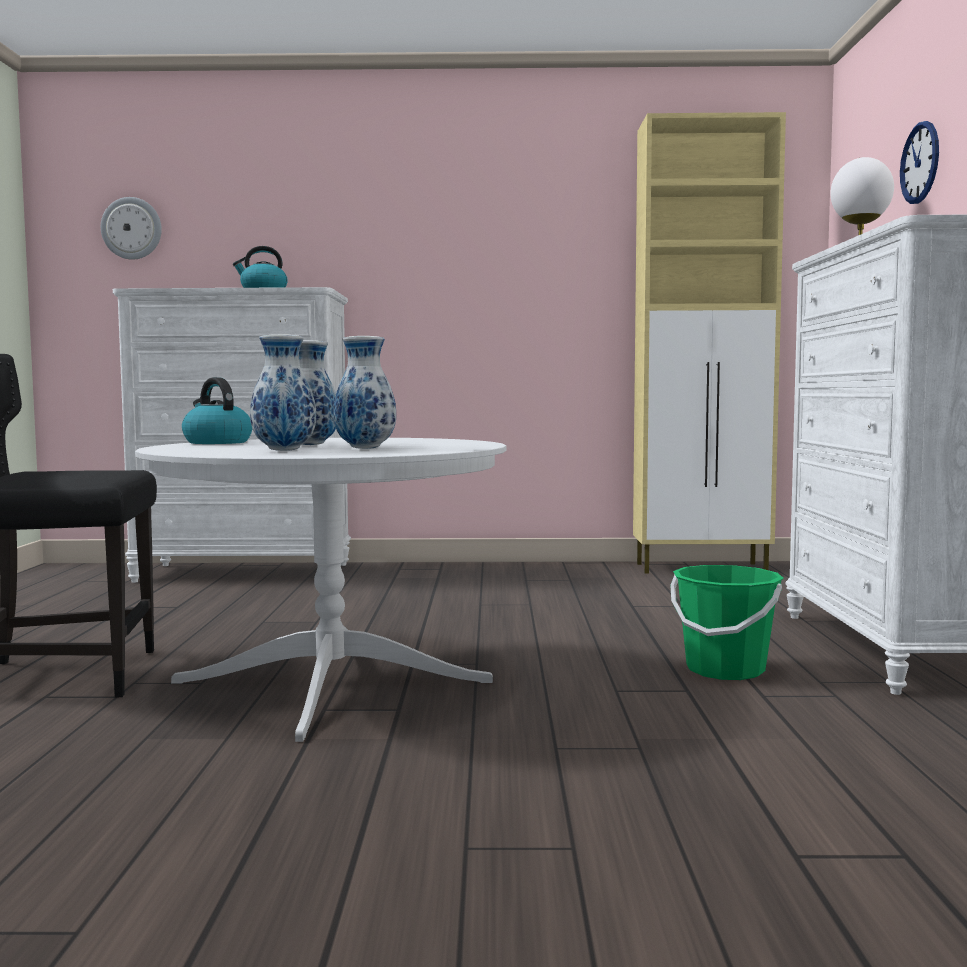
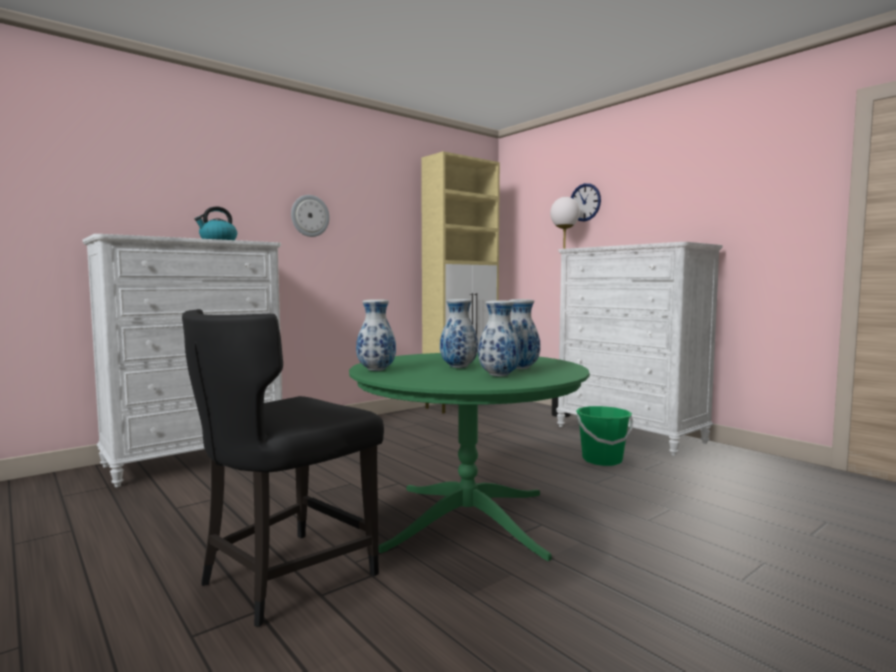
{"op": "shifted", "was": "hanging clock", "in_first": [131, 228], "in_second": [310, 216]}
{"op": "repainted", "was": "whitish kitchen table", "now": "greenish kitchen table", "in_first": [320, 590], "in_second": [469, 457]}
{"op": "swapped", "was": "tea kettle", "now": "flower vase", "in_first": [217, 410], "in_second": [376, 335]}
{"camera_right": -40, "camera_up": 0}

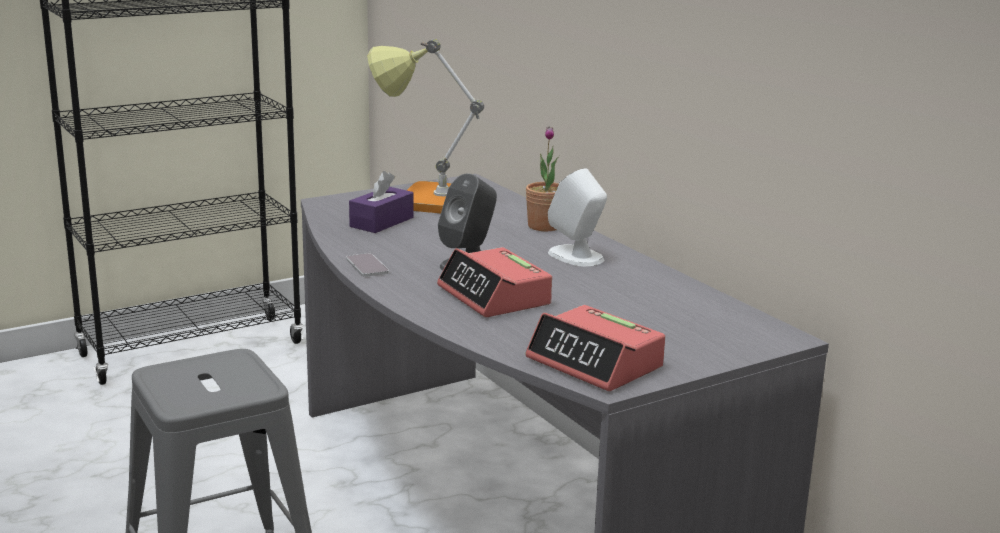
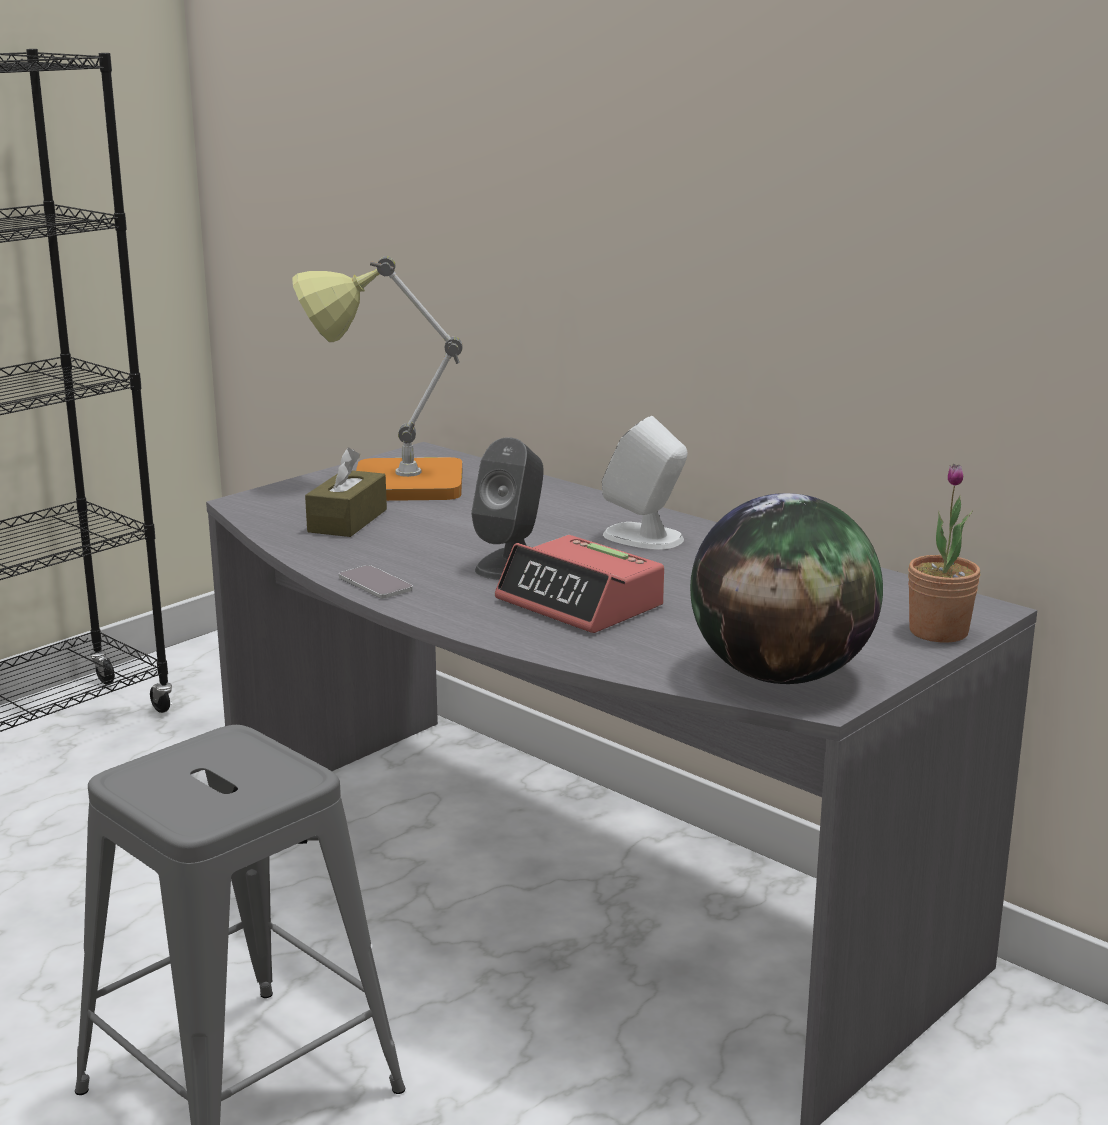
{"op": "repainted", "was": "purplish box of tissues", "now": "brownish box of tissues", "in_first": [381, 202], "in_second": [346, 492]}
{"op": "swapped", "was": "bedside clock", "now": "globe", "in_first": [595, 348], "in_second": [786, 588]}
{"op": "shifted", "was": "potted plant", "in_first": [542, 179], "in_second": [944, 553]}
{"camera_right": -15, "camera_up": 0}

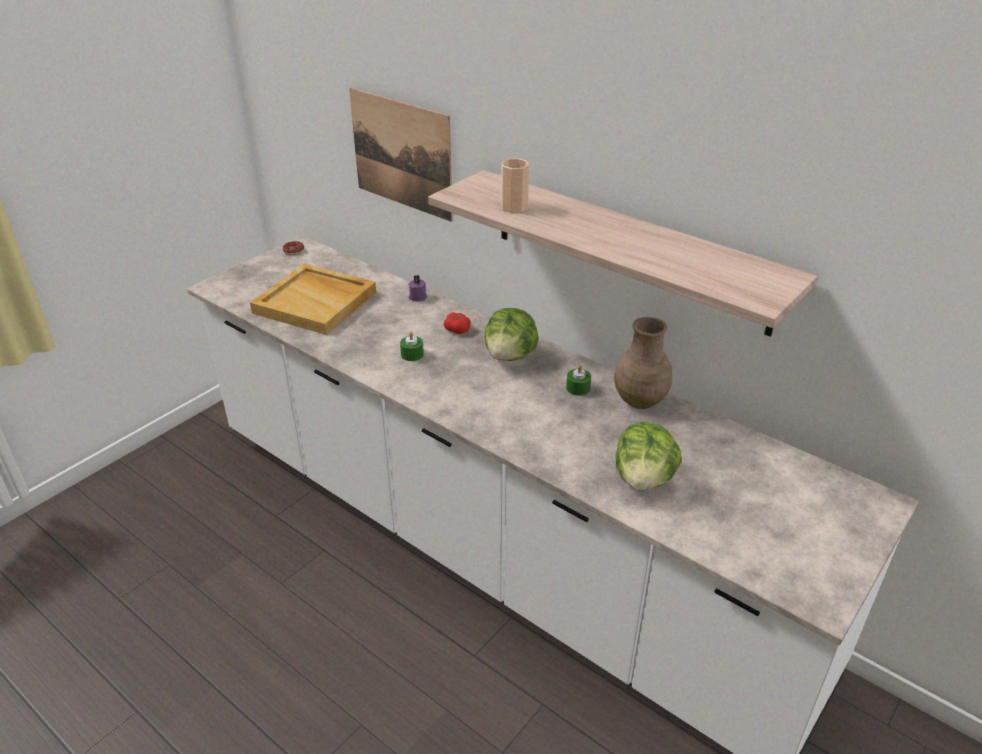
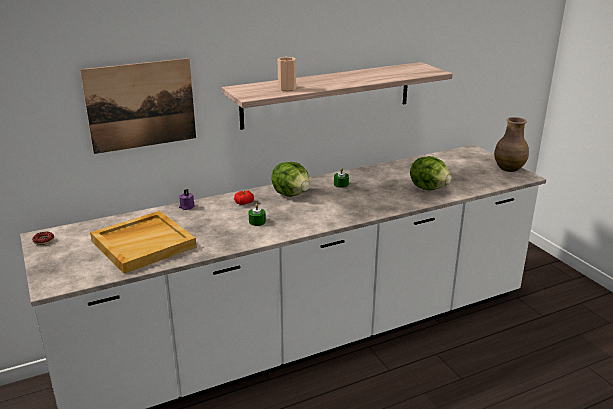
{"op": "shifted", "was": "brownish flower vase", "in_first": [643, 363], "in_second": [511, 144]}
{"camera_right": -65, "camera_up": -10}

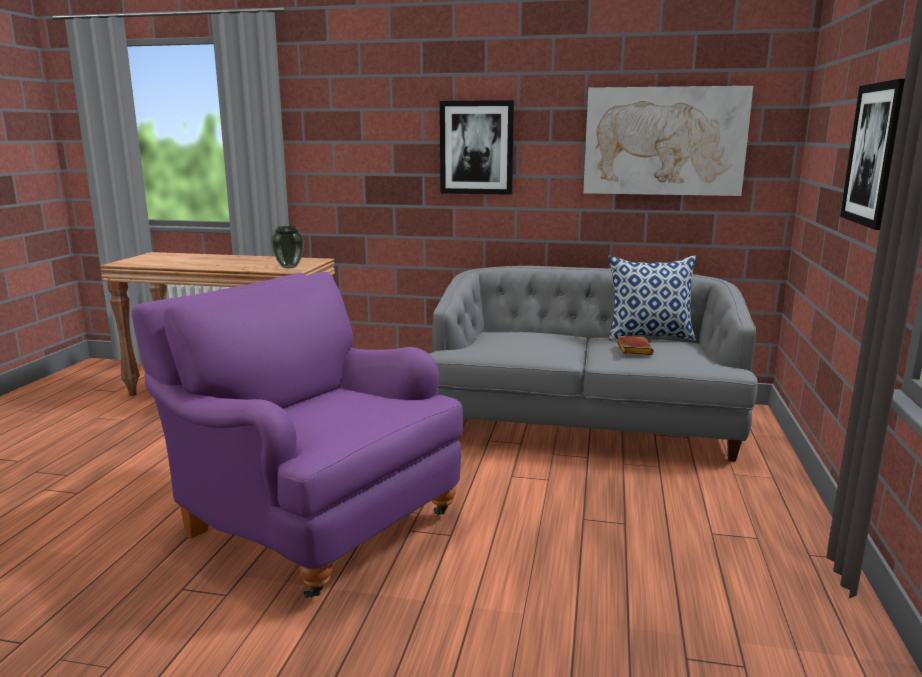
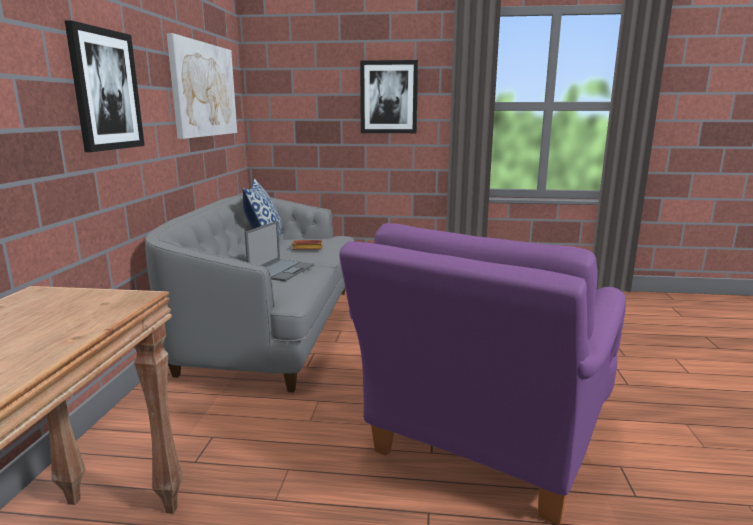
{"op": "new", "now": "laptop", "in_second": [279, 251]}
{"op": "gone", "was": "flower vase", "in_first": [287, 247]}
{"camera_right": -95, "camera_up": 0}

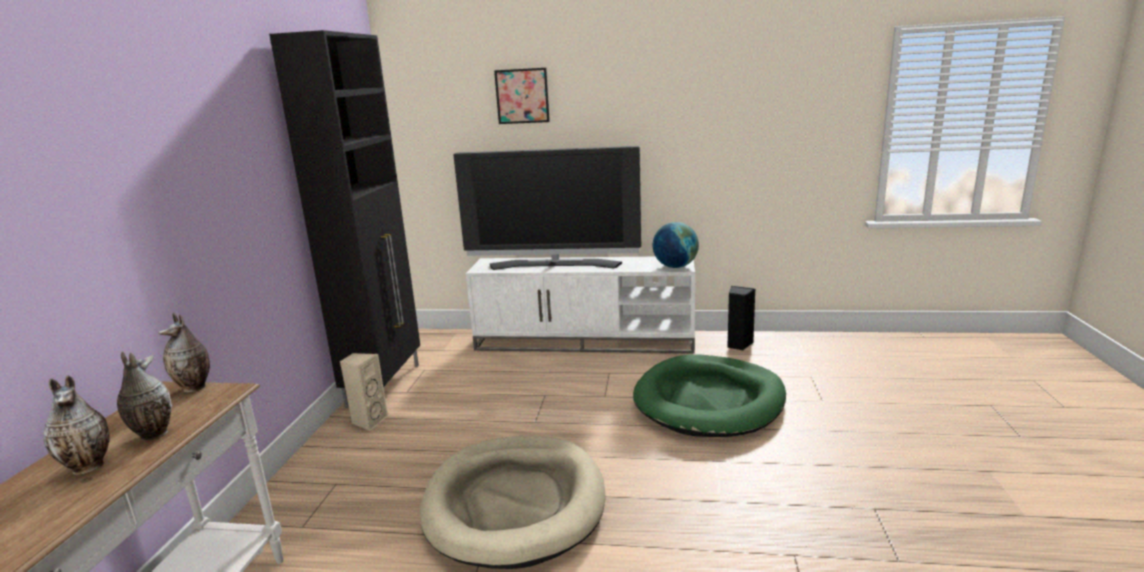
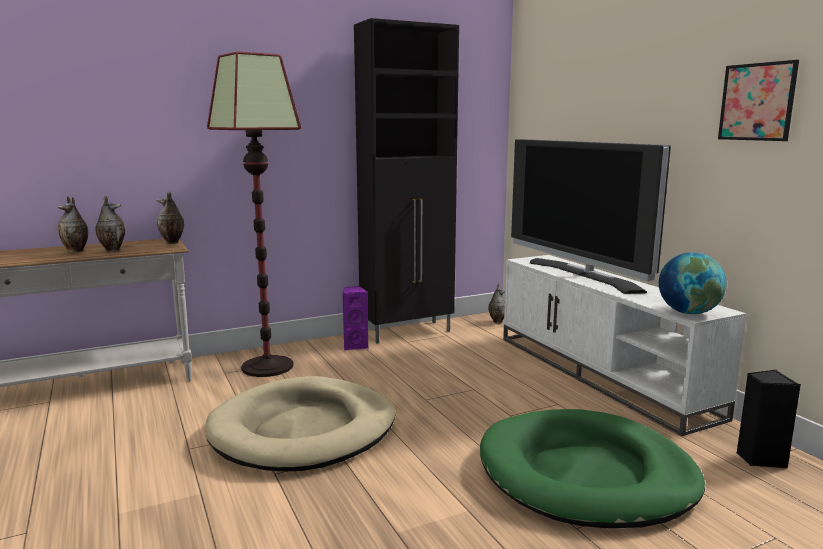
{"op": "new", "now": "floor lamp", "in_second": [254, 214]}
{"op": "repainted", "was": "beige speaker", "now": "purplish speaker", "in_first": [364, 392], "in_second": [356, 318]}
{"op": "new", "now": "flower vase", "in_second": [496, 303]}
{"op": "shifted", "was": "picture", "in_first": [522, 96], "in_second": [758, 100]}
{"camera_right": 55, "camera_up": -5}

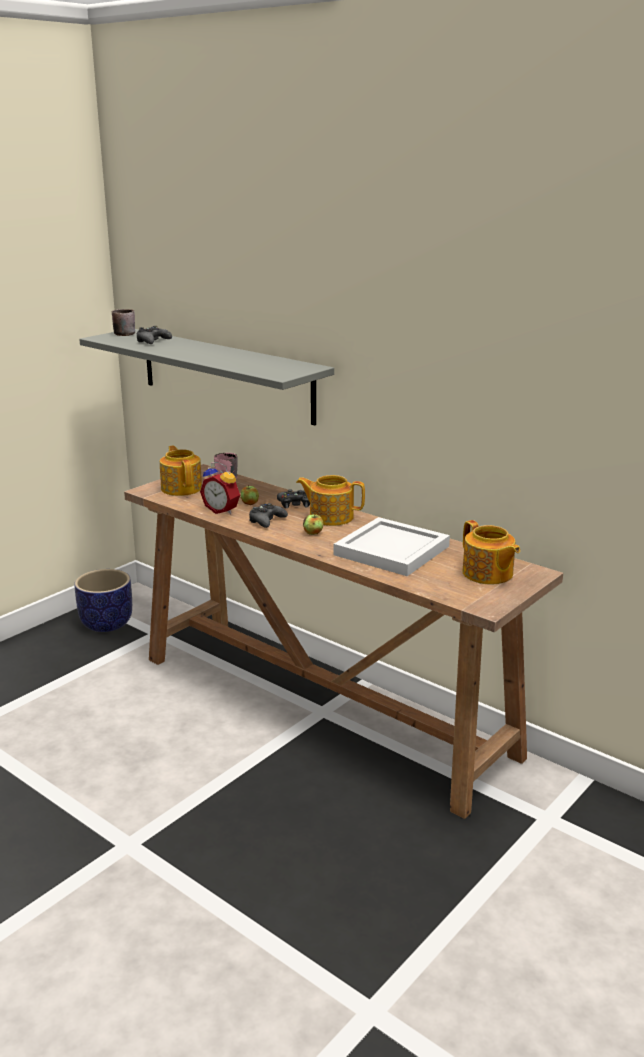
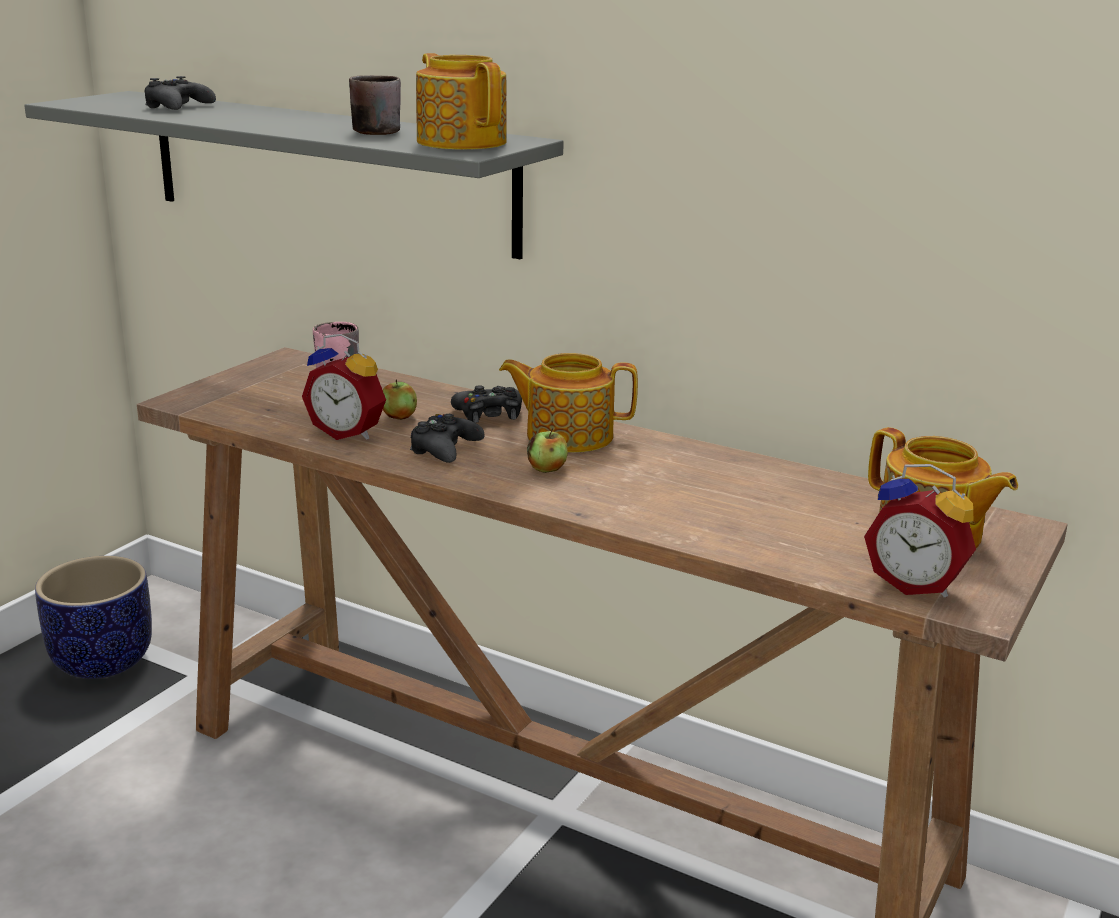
{"op": "shifted", "was": "brownish mug", "in_first": [123, 322], "in_second": [375, 105]}
{"op": "shifted", "was": "teapot", "in_first": [181, 471], "in_second": [461, 101]}
{"op": "new", "now": "bedside clock", "in_second": [920, 530]}
{"op": "gone", "was": "whitish carrying tray", "in_first": [391, 546]}
{"camera_right": -10, "camera_up": 0}

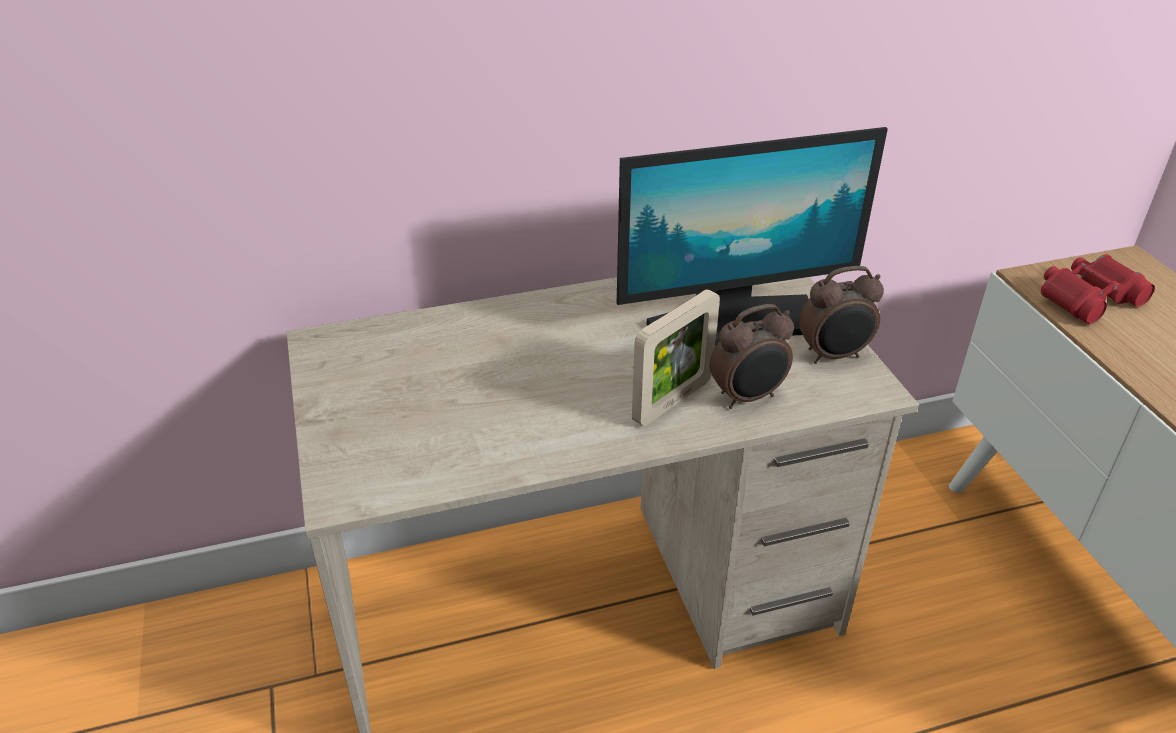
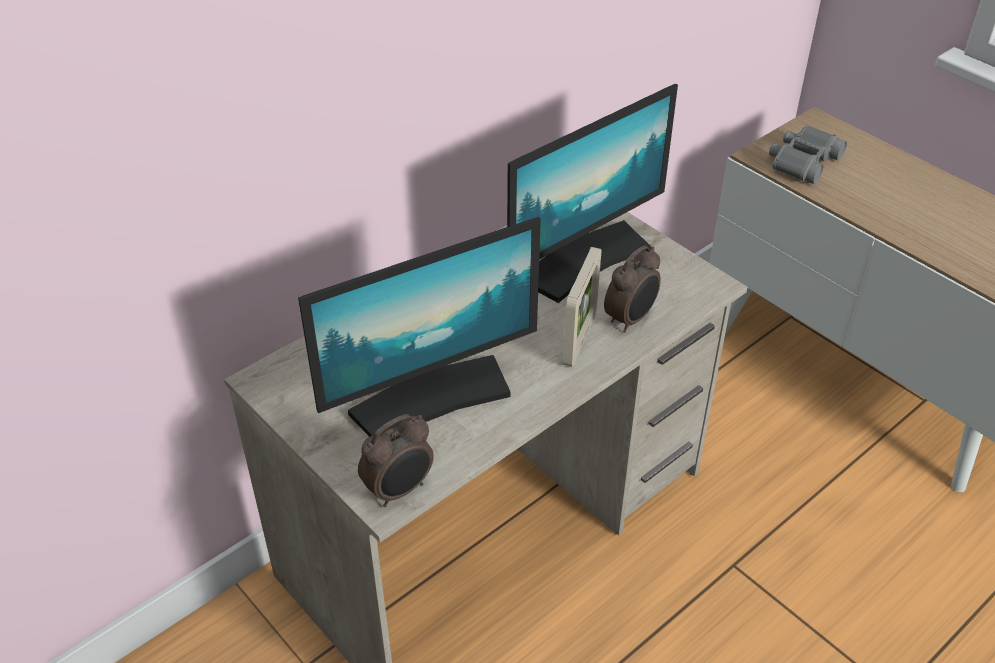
{"op": "new", "now": "computer display", "in_second": [419, 327]}
{"op": "shifted", "was": "bedside clock", "in_first": [841, 315], "in_second": [396, 460]}
{"op": "repainted", "was": "reddish pair of binoculars", "now": "greyish pair of binoculars", "in_first": [1098, 289], "in_second": [808, 154]}
{"camera_right": -25, "camera_up": 5}

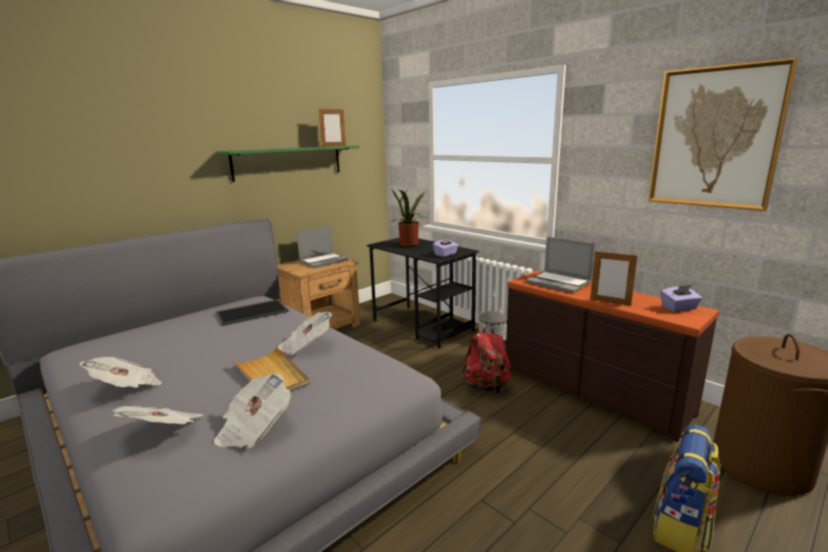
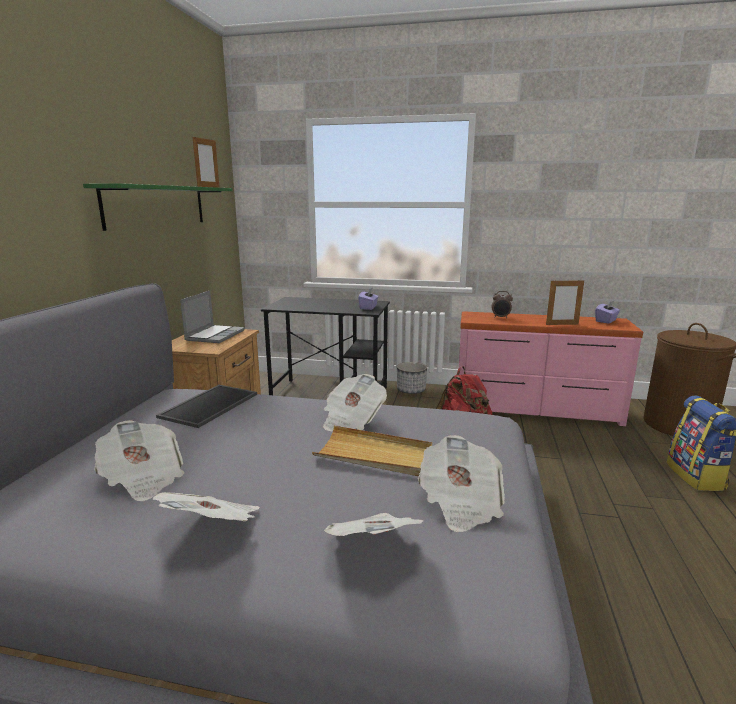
{"op": "new", "now": "newspaper", "in_second": [139, 460]}
{"op": "repainted", "was": "brownish drawer chest", "now": "pink drawer chest", "in_first": [612, 356], "in_second": [551, 368]}
{"op": "swapped", "was": "laptop", "now": "bedside clock", "in_first": [560, 265], "in_second": [502, 304]}
{"op": "gone", "was": "potted plant", "in_first": [409, 218]}
{"op": "gone", "was": "picture", "in_first": [723, 134]}
{"camera_right": -35, "camera_up": 0}

